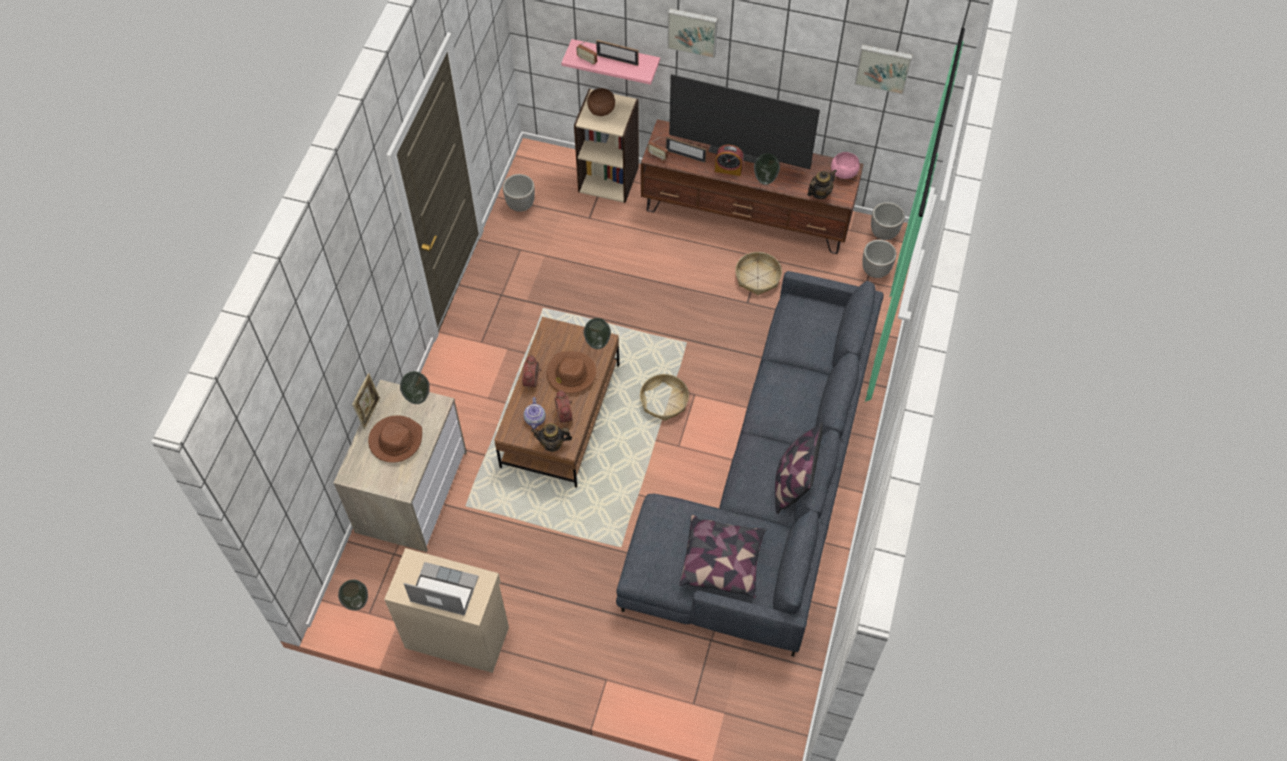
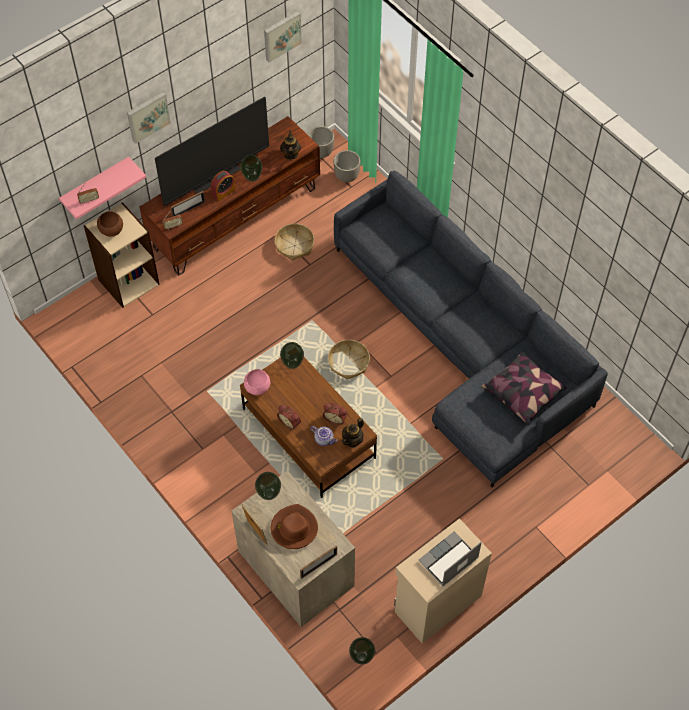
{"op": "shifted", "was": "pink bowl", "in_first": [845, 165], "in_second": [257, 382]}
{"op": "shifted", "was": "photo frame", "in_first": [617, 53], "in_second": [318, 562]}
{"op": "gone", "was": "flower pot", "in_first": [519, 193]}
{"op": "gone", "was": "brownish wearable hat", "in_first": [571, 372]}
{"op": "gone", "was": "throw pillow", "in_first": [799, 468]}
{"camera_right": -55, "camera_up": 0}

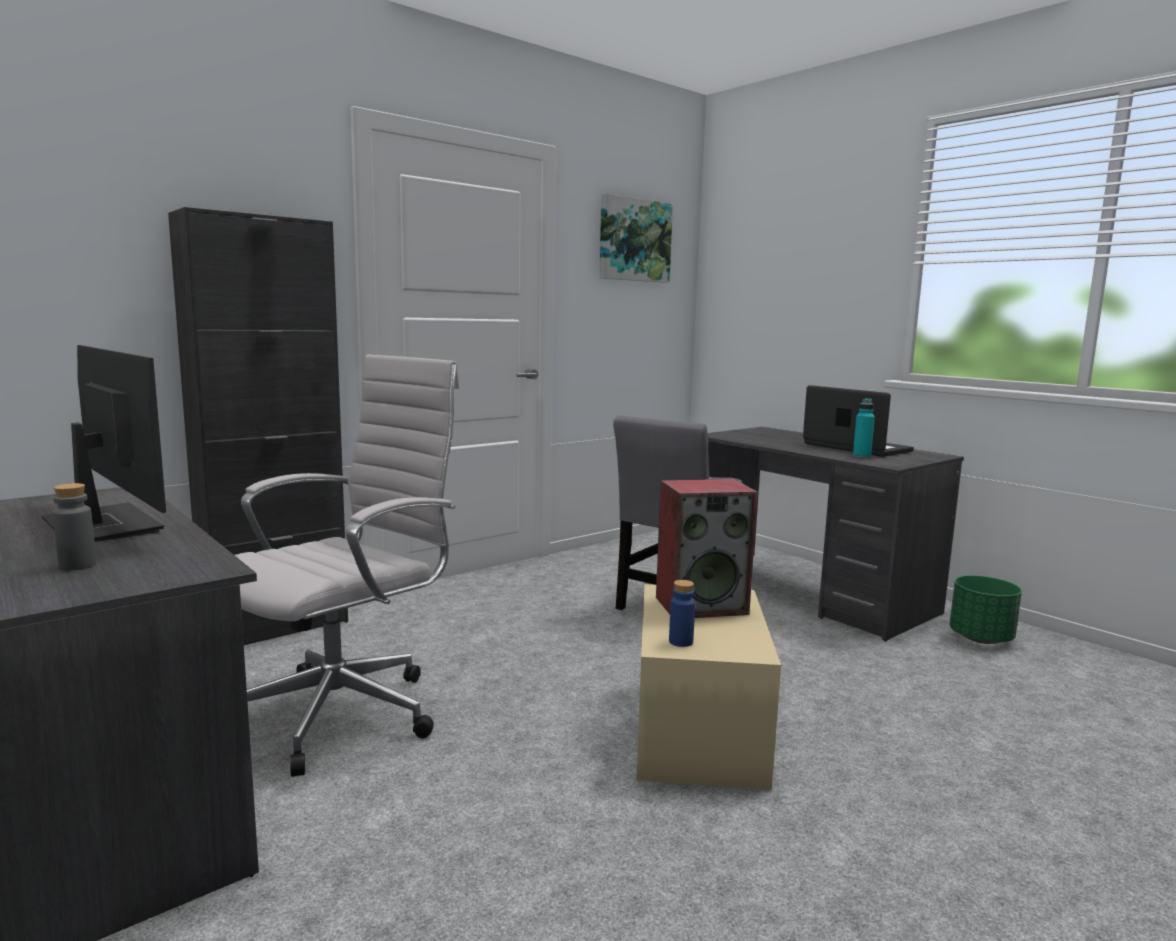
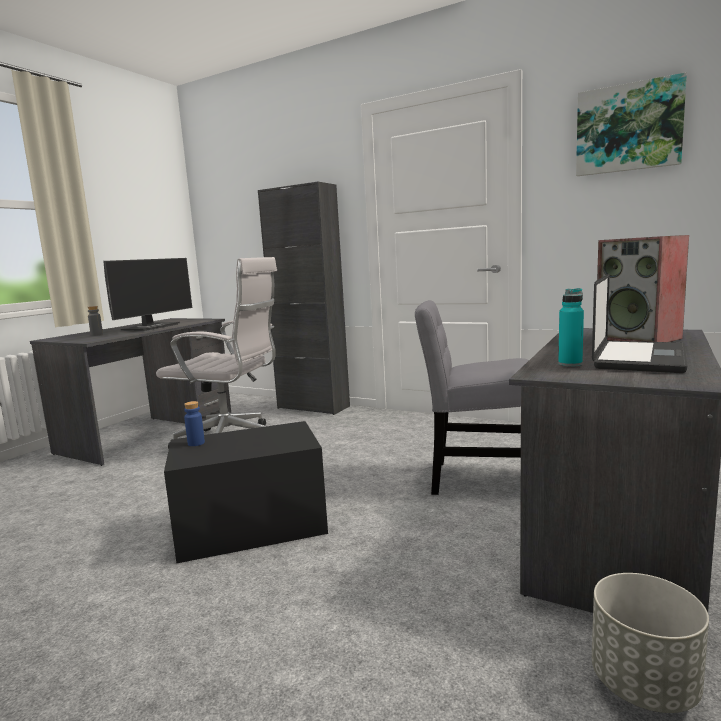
{"op": "repainted", "was": "beige storage box", "now": "black-coloured storage box", "in_first": [708, 687], "in_second": [246, 492]}
{"op": "repainted", "was": "greenish flower pot", "now": "greyish flower pot", "in_first": [985, 609], "in_second": [650, 643]}
{"op": "shifted", "was": "speaker", "in_first": [707, 548], "in_second": [643, 288]}
{"camera_right": 70, "camera_up": 0}

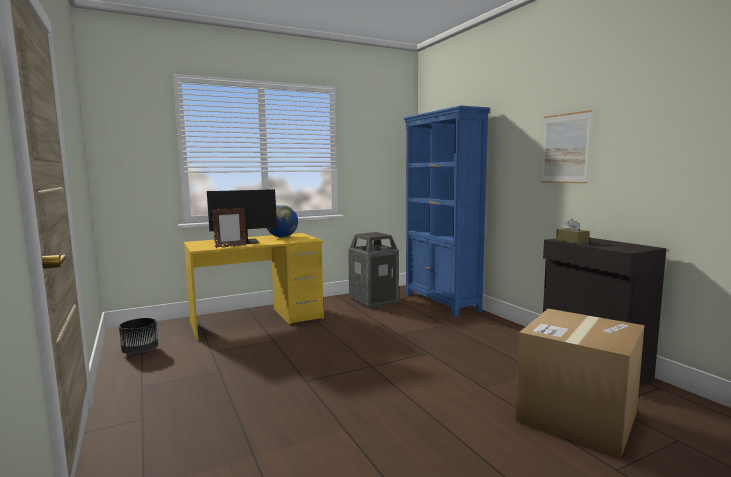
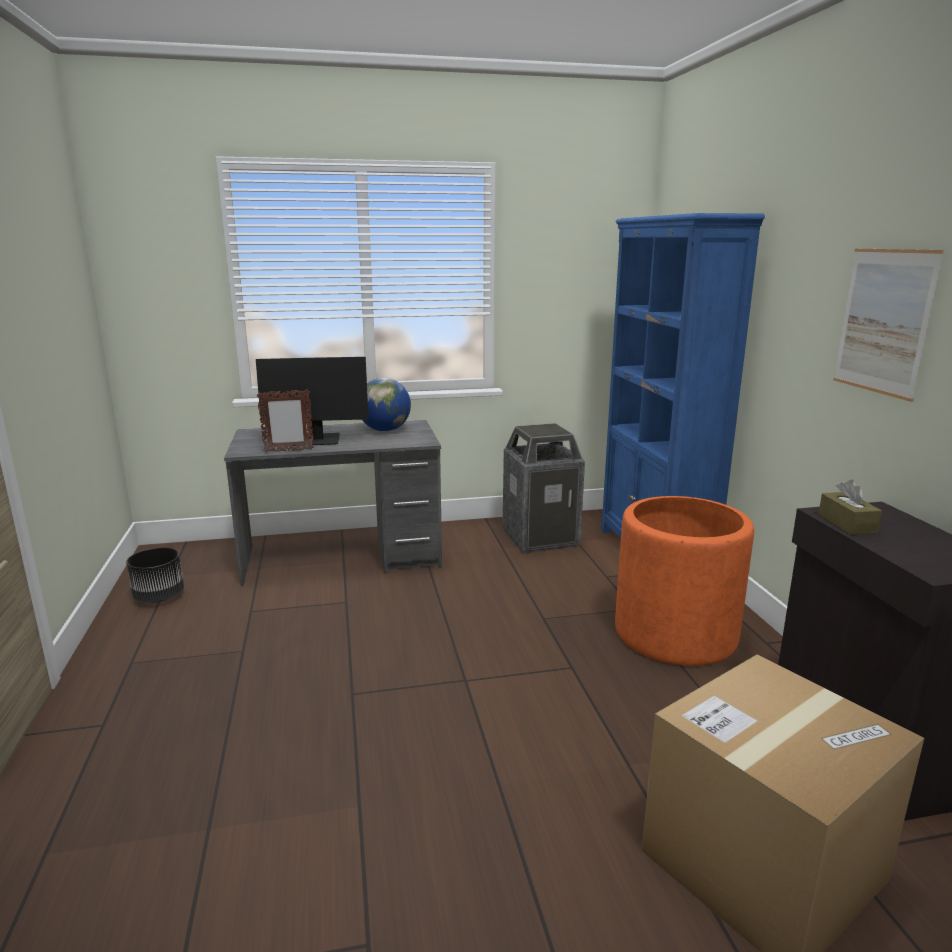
{"op": "repainted", "was": "yellow desk unit", "now": "greyish desk unit", "in_first": [254, 286], "in_second": [333, 503]}
{"op": "new", "now": "orangey flower pot", "in_second": [684, 581]}
{"camera_right": 15, "camera_up": 10}

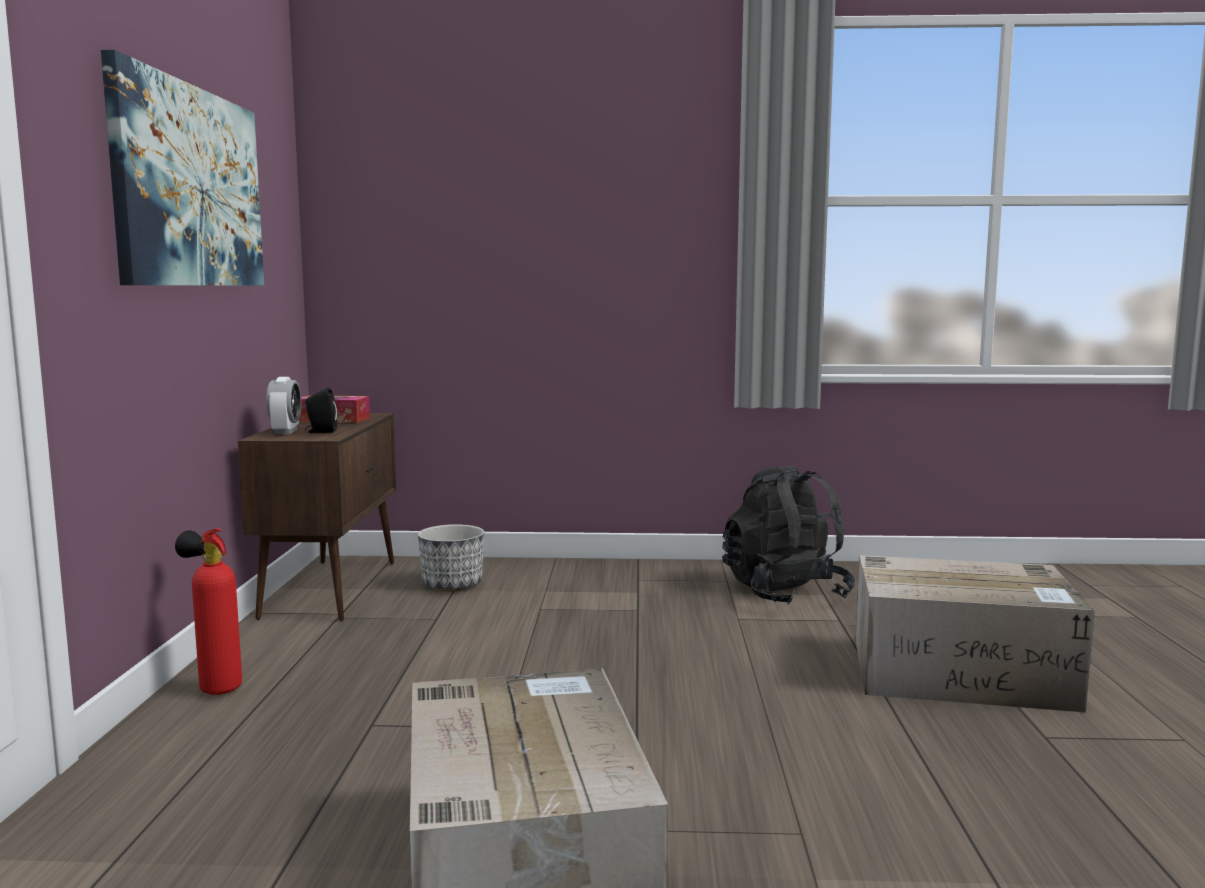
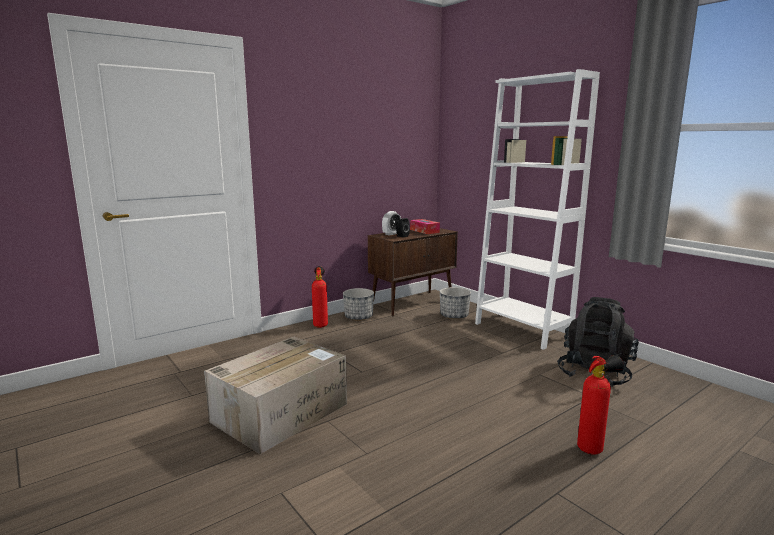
{"op": "new", "now": "flower pot", "in_second": [358, 304]}
{"op": "new", "now": "whitish bookcase", "in_second": [537, 209]}
{"op": "swapped", "was": "packing box", "now": "extinguisher", "in_first": [975, 634], "in_second": [600, 405]}
{"op": "gone", "was": "picture", "in_first": [182, 168]}
{"camera_right": 50, "camera_up": 5}

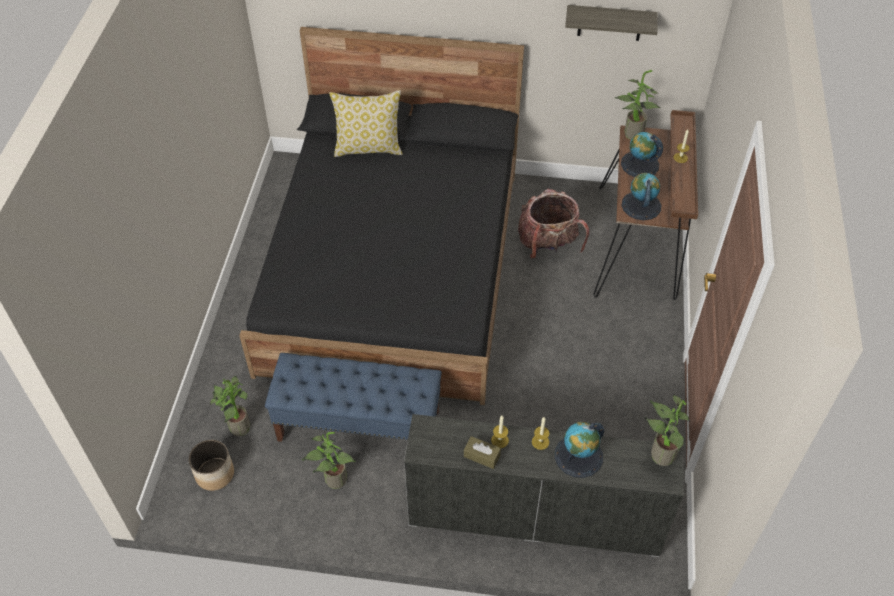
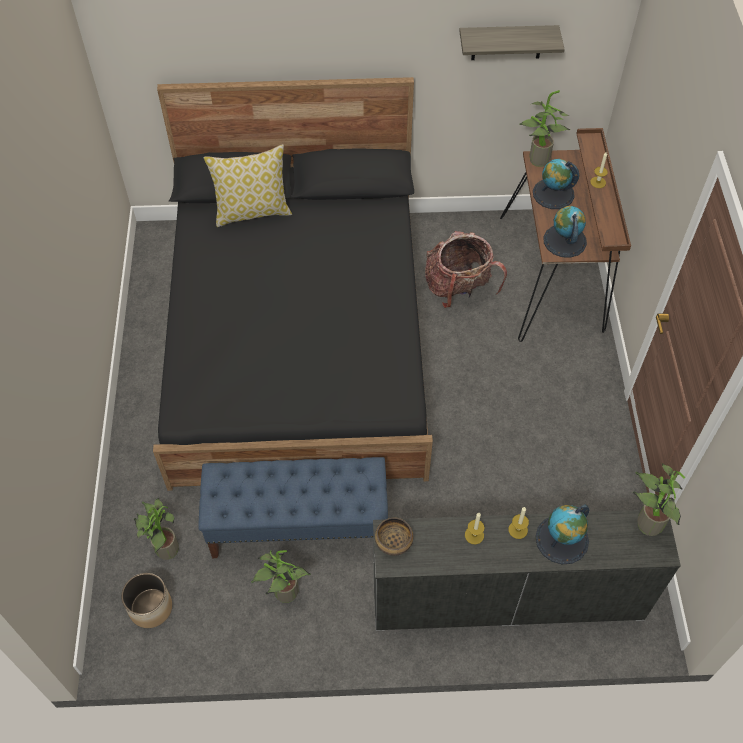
{"op": "new", "now": "bowl", "in_second": [394, 537]}
{"op": "gone", "was": "brownish box of tissues", "in_first": [482, 452]}
{"camera_right": -10, "camera_up": 5}

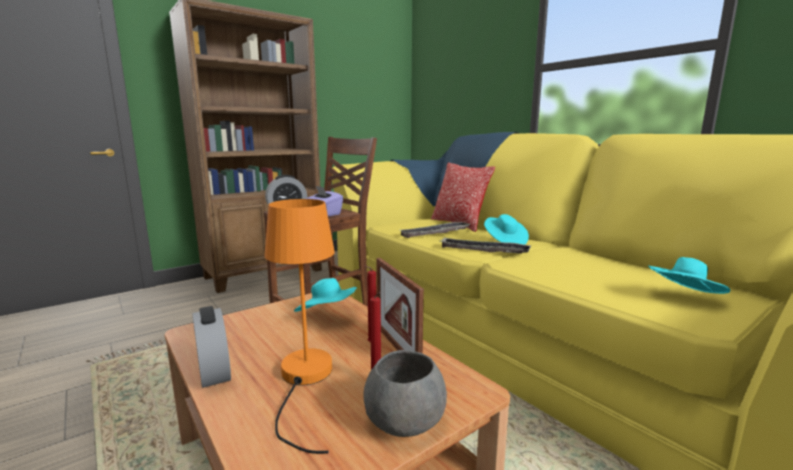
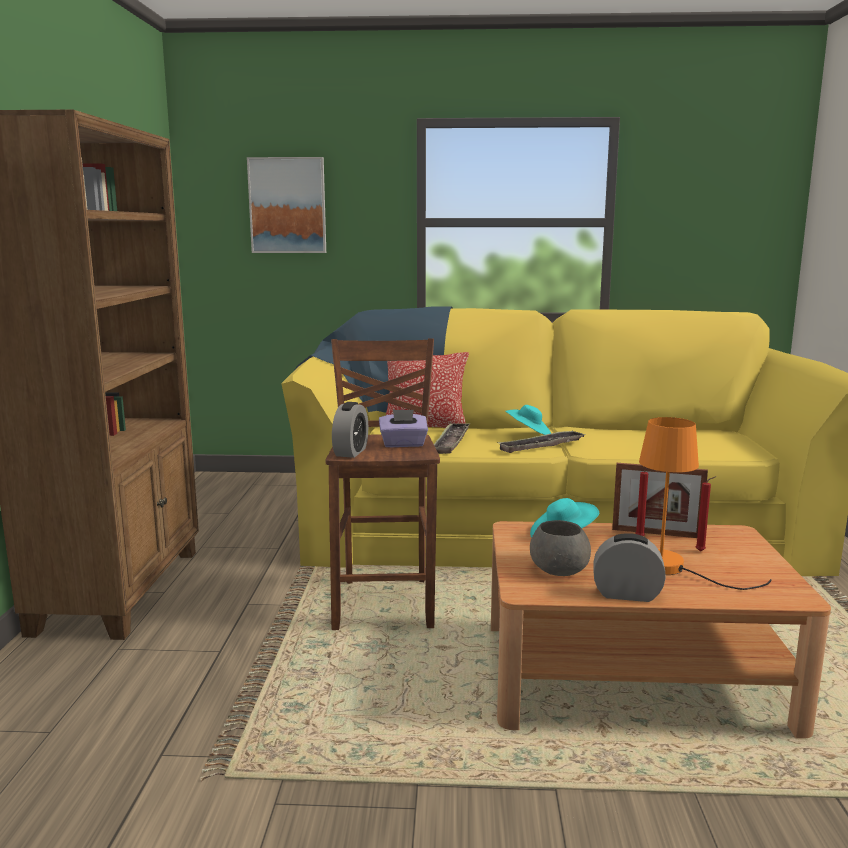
{"op": "new", "now": "picture", "in_second": [286, 205]}
{"op": "shifted", "was": "greyish bowl", "in_first": [405, 393], "in_second": [560, 548]}
{"op": "gone", "was": "turquoise-coloured wearable hat", "in_first": [689, 275]}
{"camera_right": -50, "camera_up": 0}

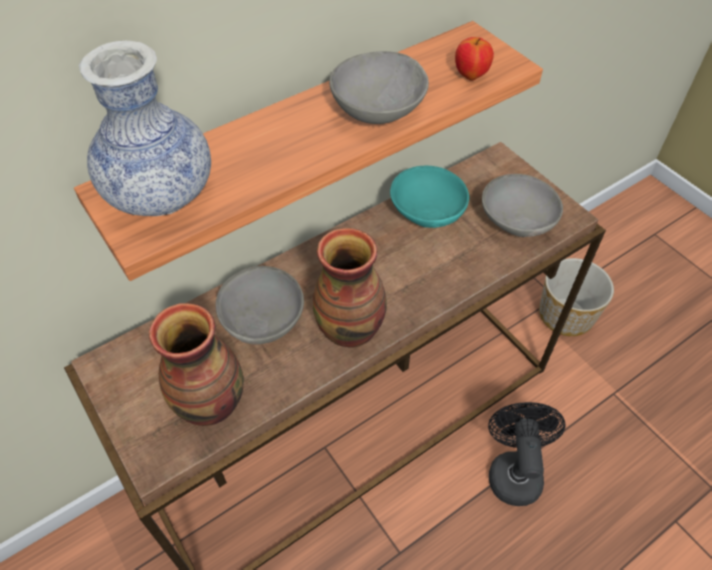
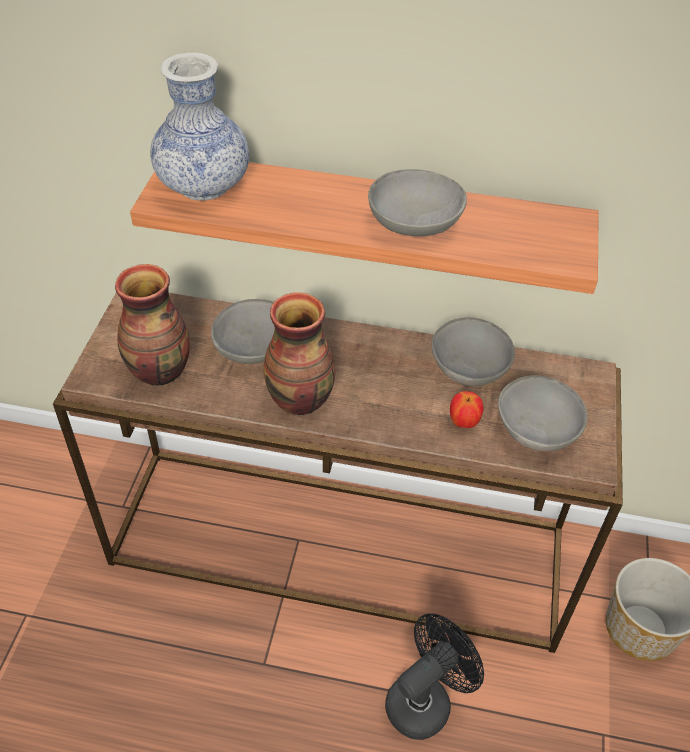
{"op": "repainted", "was": "turquoise-coloured bowl", "now": "greyish bowl", "in_first": [429, 197], "in_second": [473, 351]}
{"op": "shifted", "was": "whole apple", "in_first": [474, 58], "in_second": [466, 409]}
{"camera_right": 45, "camera_up": -5}

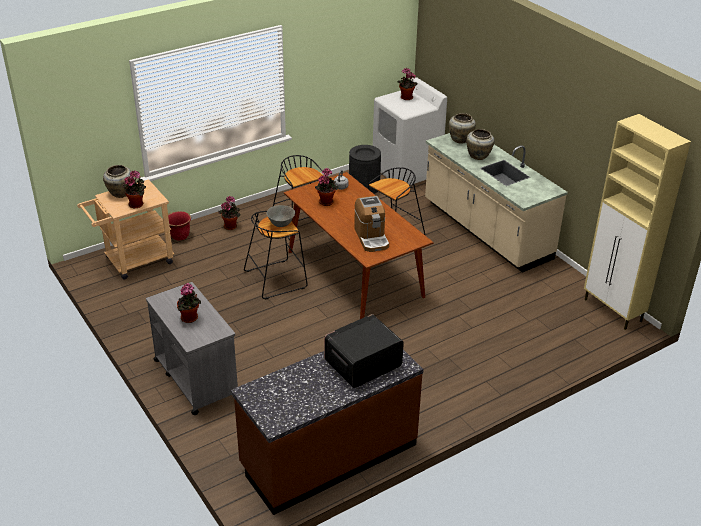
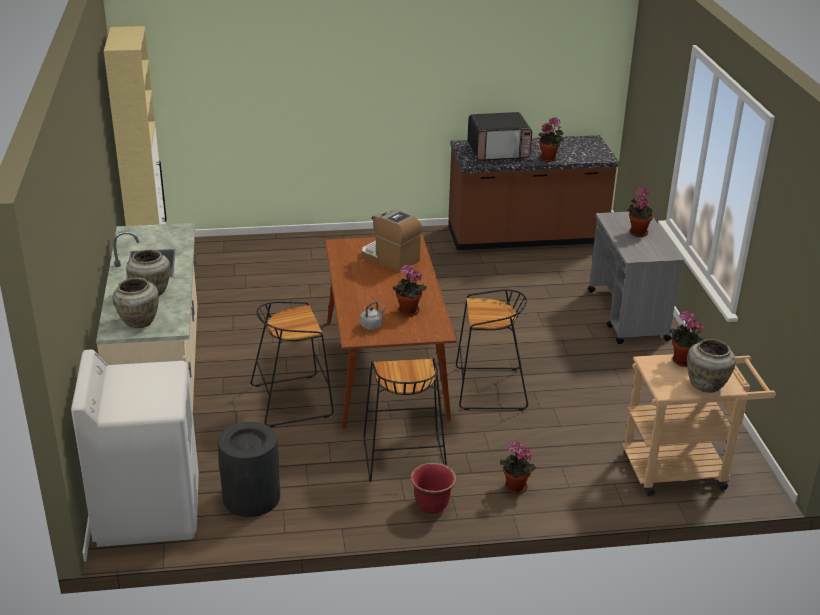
{"op": "rotated", "was": "coffee machine", "in_first": [371, 224], "in_second": [392, 240], "clockwise": -60}
{"op": "shifted", "was": "reddish flower pot", "in_first": [179, 226], "in_second": [433, 488]}
{"op": "shifted", "was": "potted plant", "in_first": [408, 84], "in_second": [551, 139]}
{"op": "gone", "was": "greyish bowl", "in_first": [281, 216]}
{"camera_right": -155, "camera_up": -5}

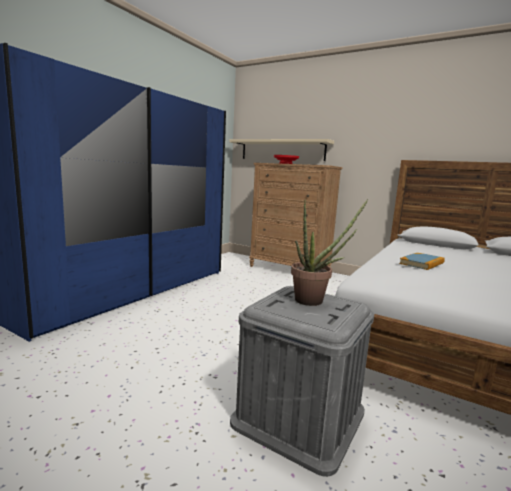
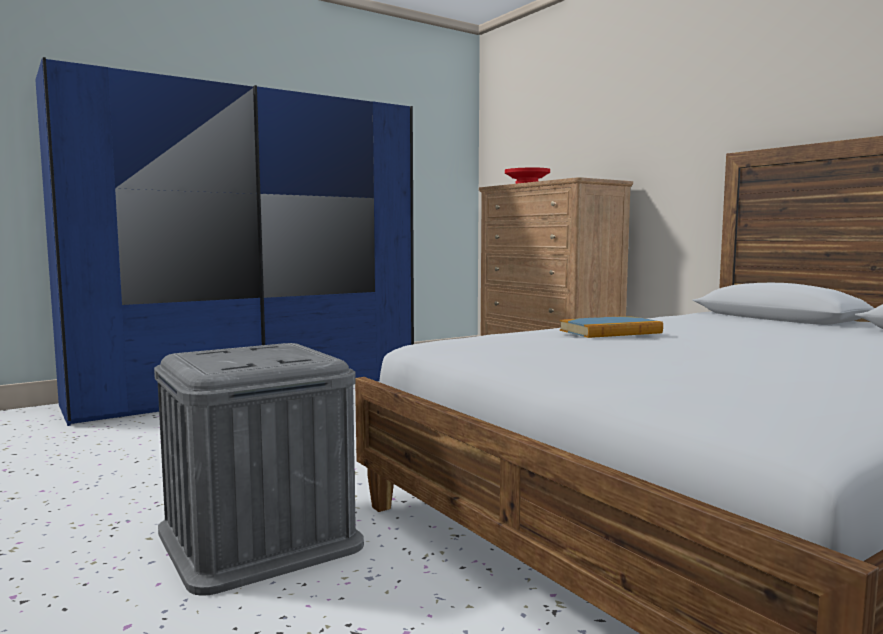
{"op": "gone", "was": "beige bracket shelf", "in_first": [281, 150]}
{"op": "gone", "was": "potted plant", "in_first": [329, 252]}
{"camera_right": 25, "camera_up": -5}

